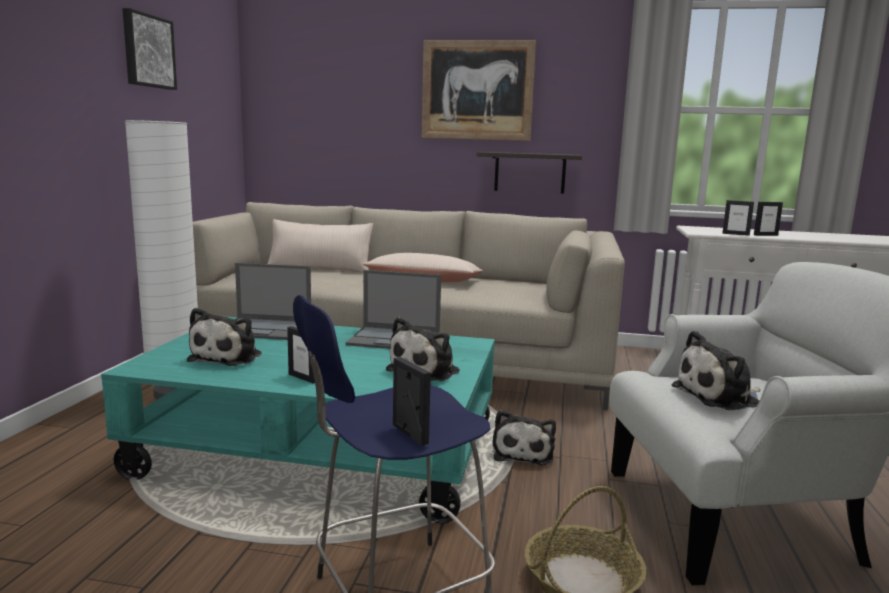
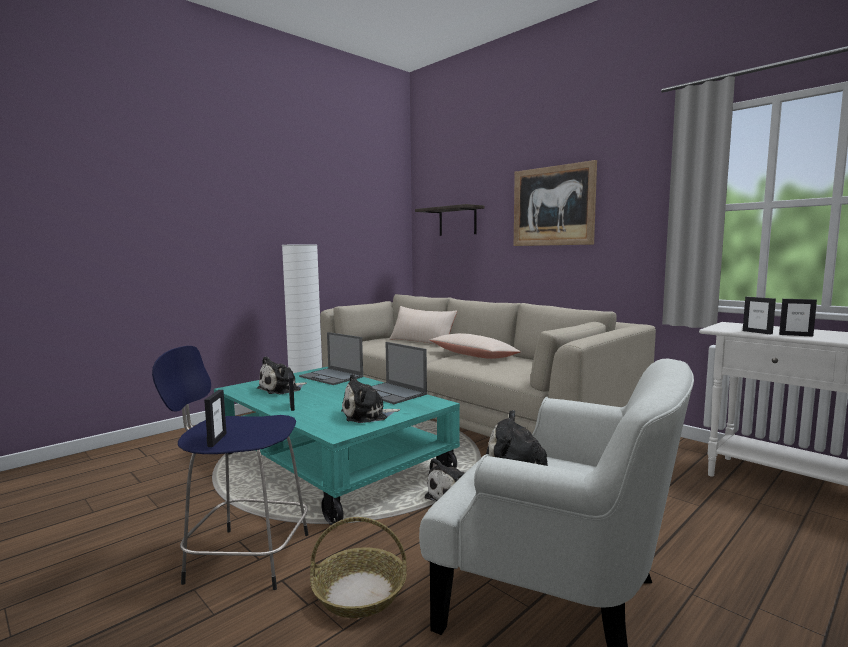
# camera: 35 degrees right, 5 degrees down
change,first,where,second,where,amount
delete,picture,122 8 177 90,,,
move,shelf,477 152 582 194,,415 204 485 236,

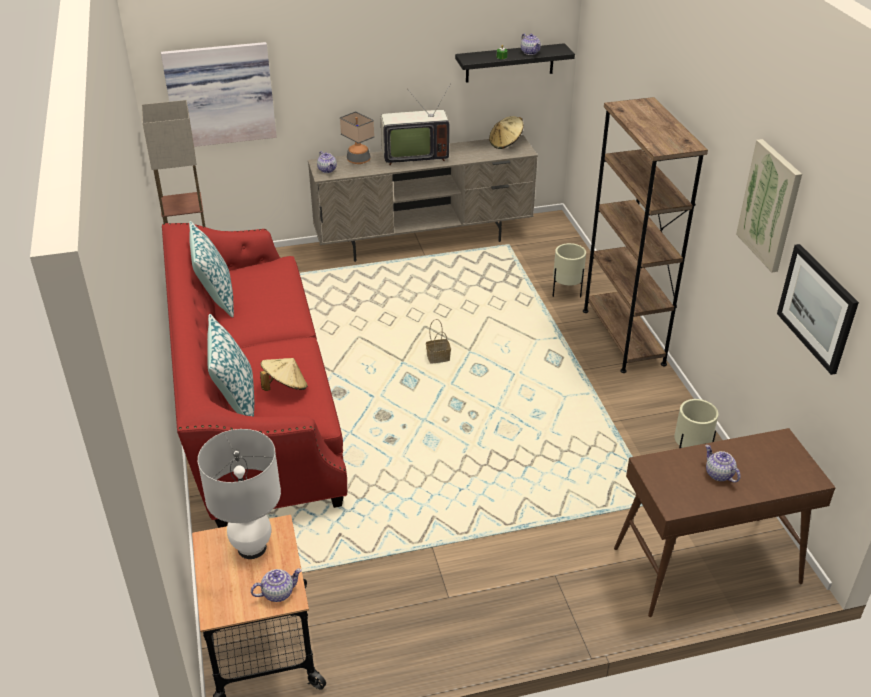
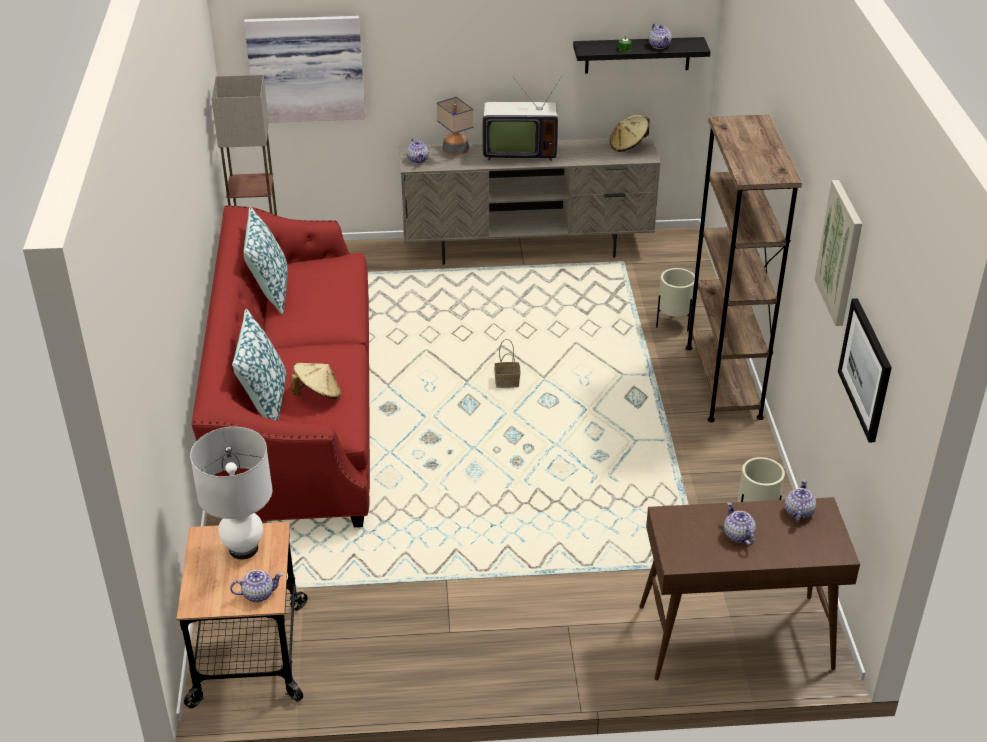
# camera: 10 degrees right, 0 degrees up
change,first,where,second,where,amount
insert,,,teapot,785 480 816 522,

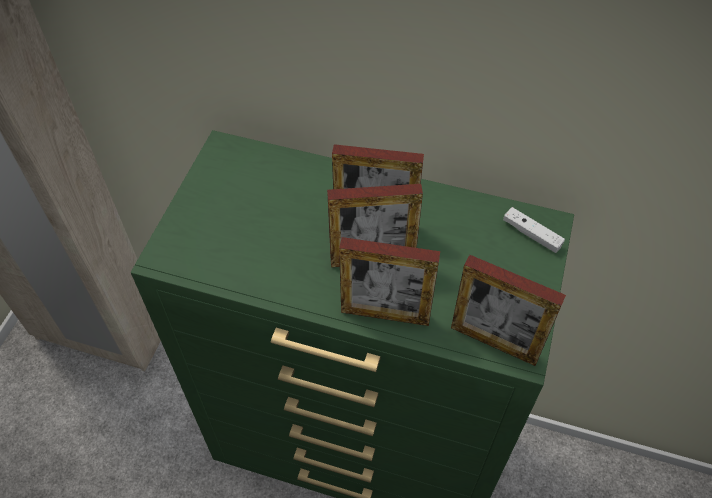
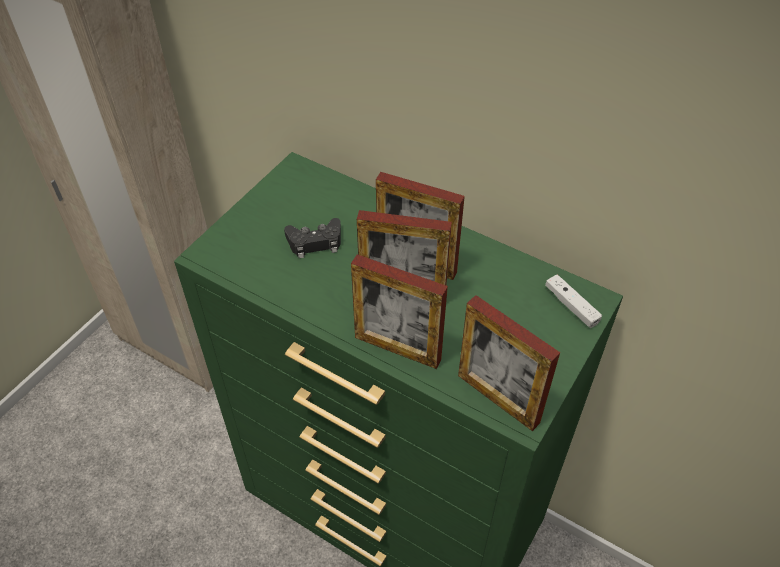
# camera: 15 degrees right, 5 degrees down
change,first,where,second,where,amount
insert,,,black_game_controller,284 218 341 258,

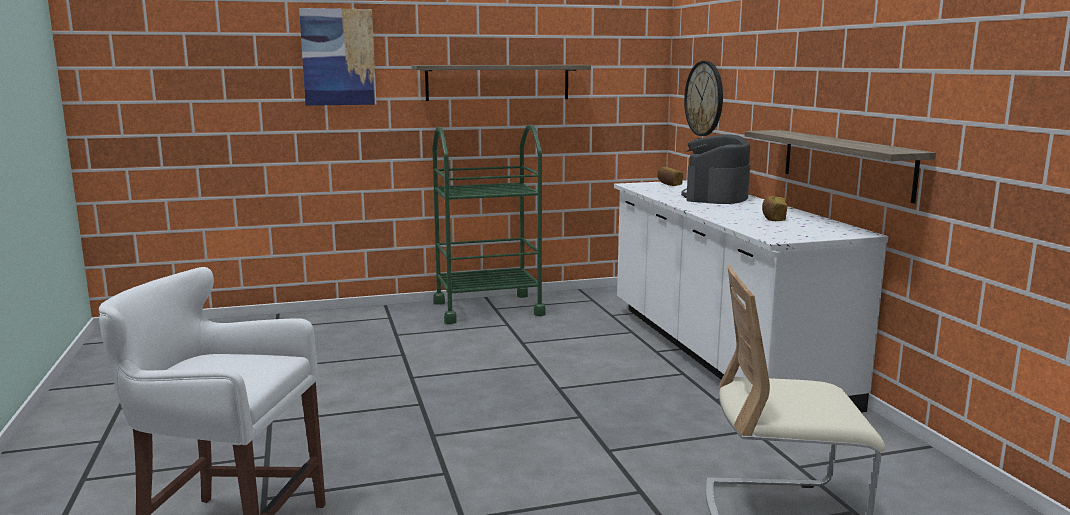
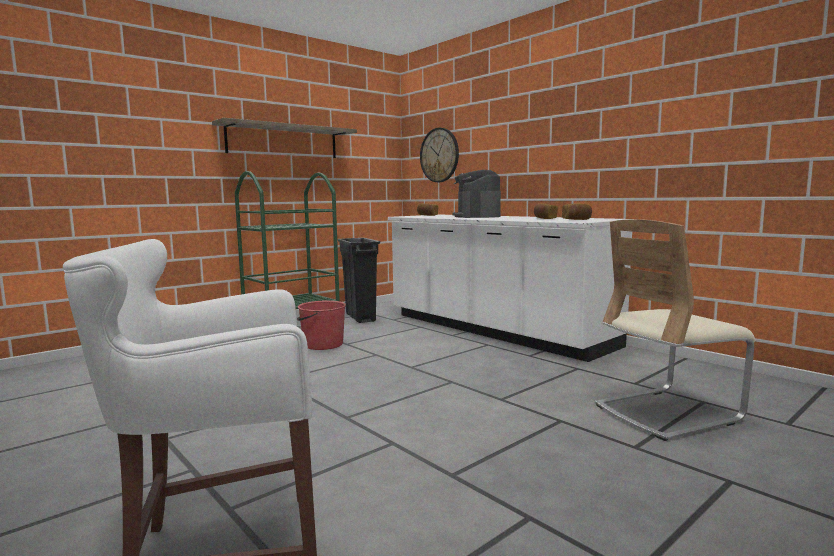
# camera: 25 degrees left, 5 degrees down
change,first,where,second,where,amount
delete,picture,299 8 376 106,,,
delete,shelf,745 130 936 203,,,
insert,,,red_bucket,297 300 346 350,
insert,,,black_trash_can,338 238 380 323,
insert,,,bread,562 204 592 220,

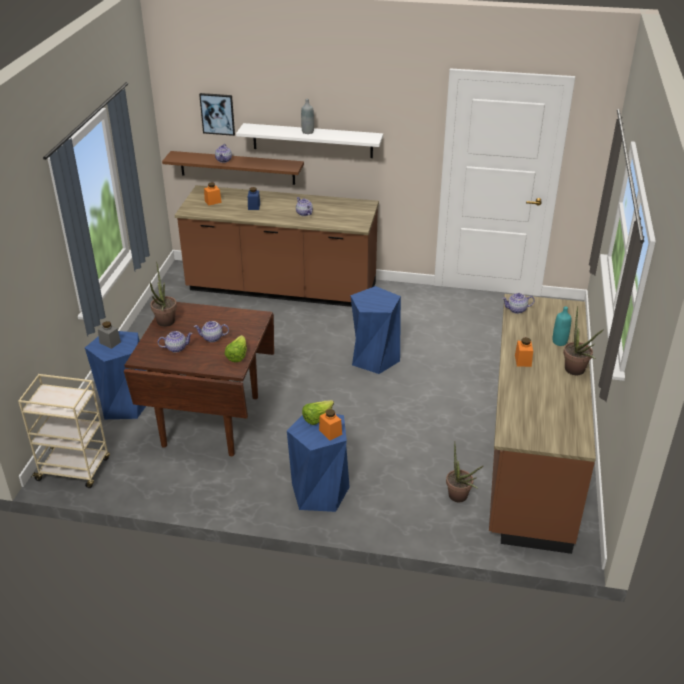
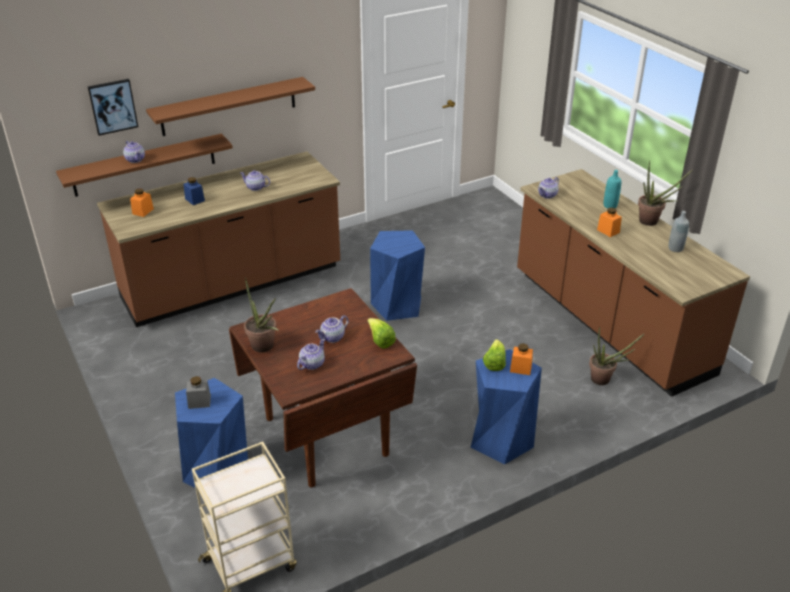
# camera: 40 degrees left, 0 degrees up
change,first,where,second,where,amount
move,grey_bottle,301 99 314 134,,669 211 689 252,
recolor,white_shelf,236 123 383 158,brown_shelf,146 77 315 136,

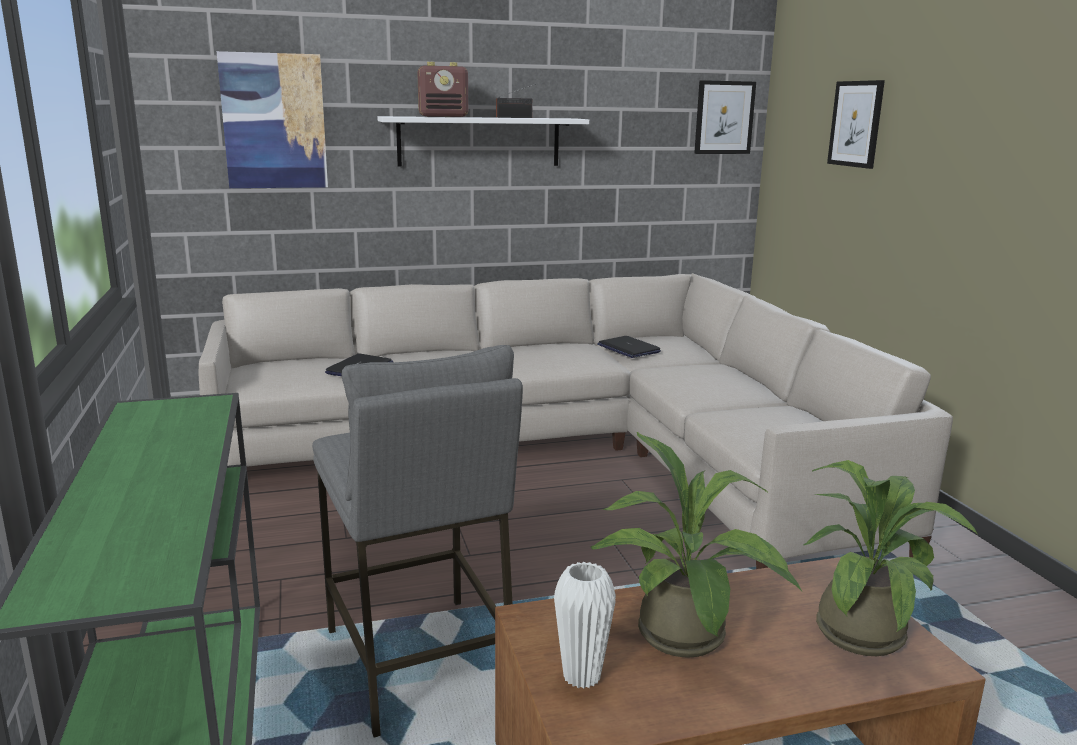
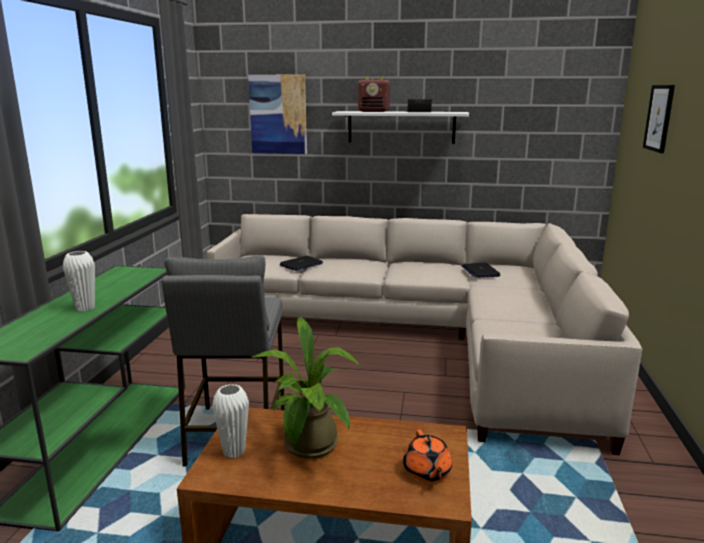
# camera: 25 degrees right, 0 degrees up
change,first,where,second,where,amount
delete,picture,694 80 756 154,,,
insert,,,white_vase,63 251 95 311,
replace,potted_plant,803 460 977 656,orange_teapot,403 430 452 482,

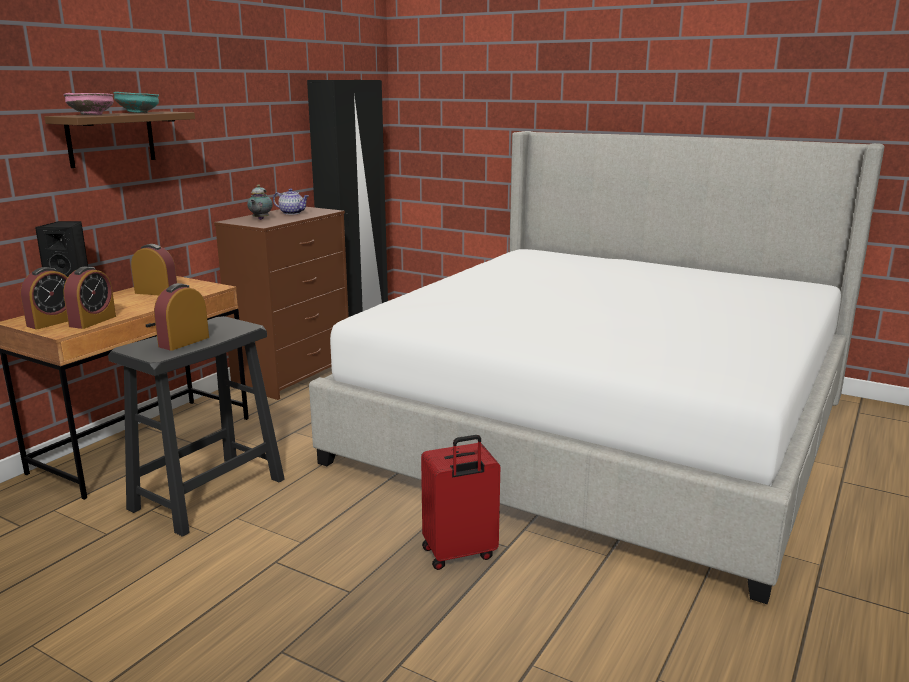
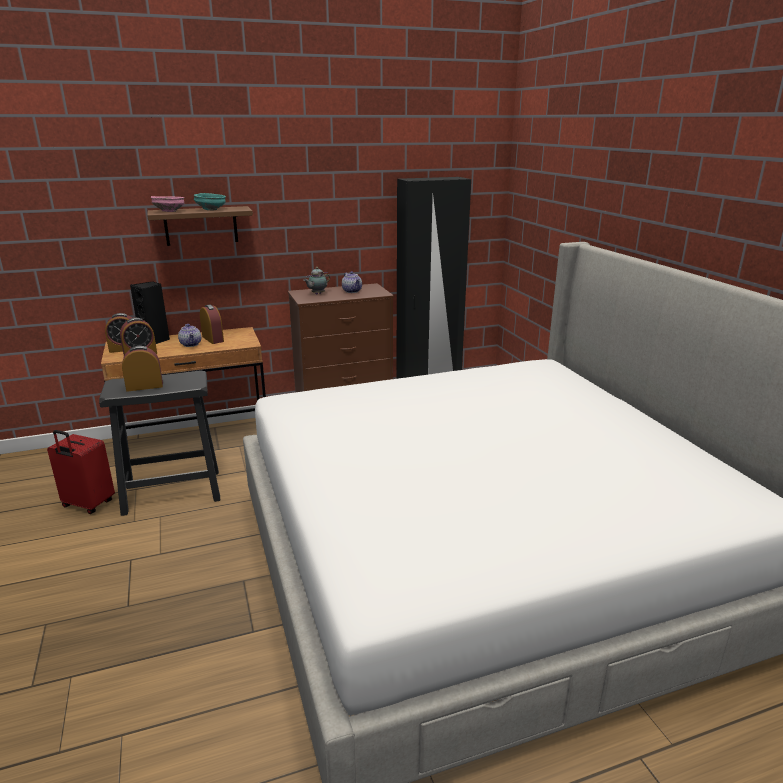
# camera: 40 degrees right, 5 degrees up
change,first,where,second,where,amount
insert,,,teapot,178 324 201 347,
move,red_suitcase,421 435 500 570,,47 430 115 514,

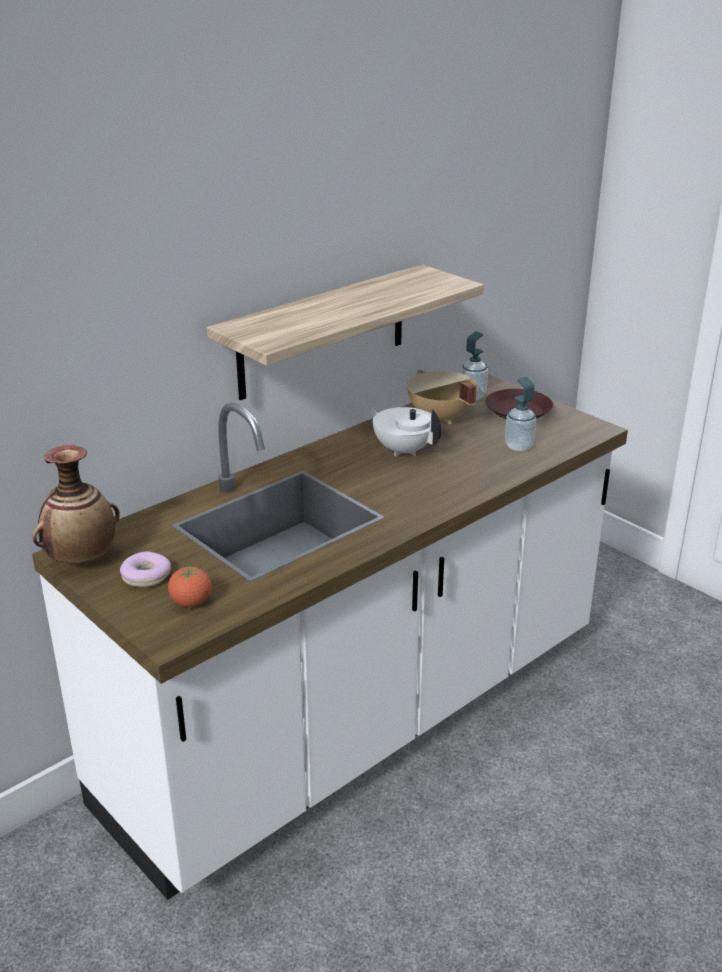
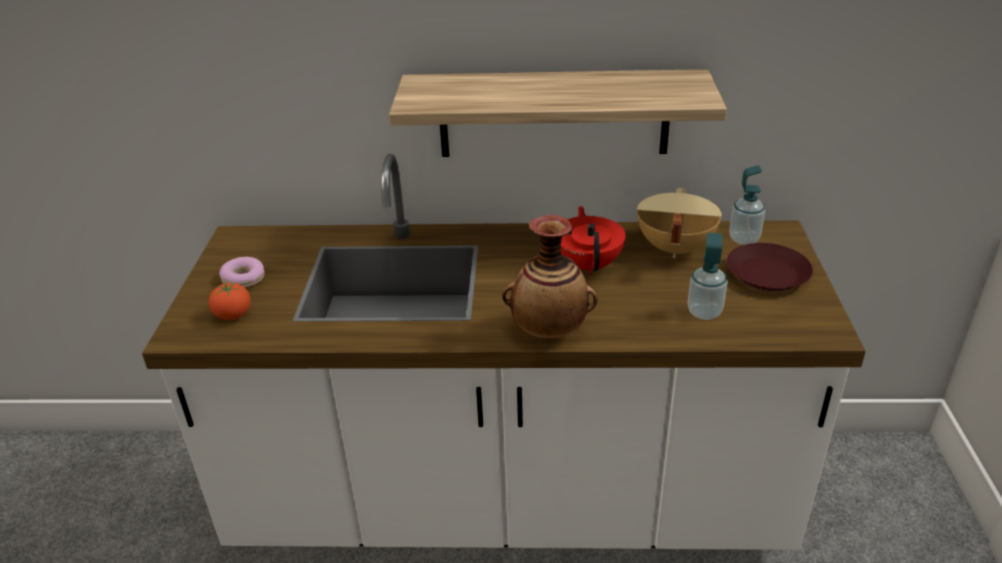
# camera: 45 degrees right, 5 degrees up
change,first,where,second,where,amount
move,vase,33 445 120 563,,502 215 598 339,
recolor,white_teapot,367 406 441 456,red_teapot,561 206 625 275,

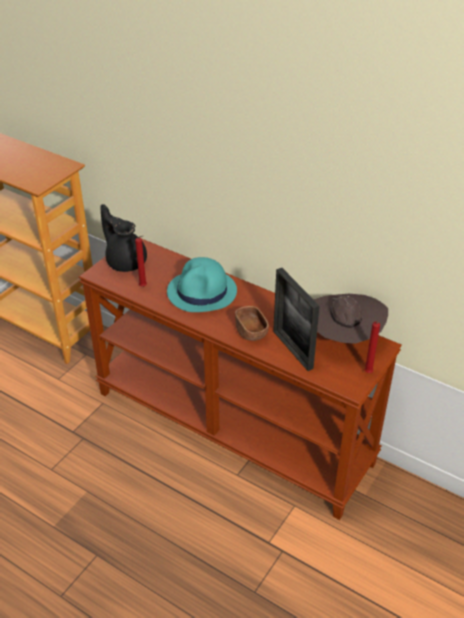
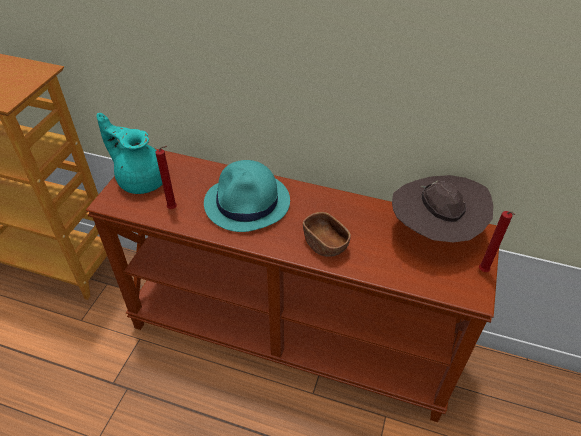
# camera: 15 degrees left, 5 degrees up
change,first,where,second,where,amount
delete,picture_frame,273 268 320 371,,,
recolor,black_teapot,100 204 147 272,turquoise_teapot,96 113 162 194,

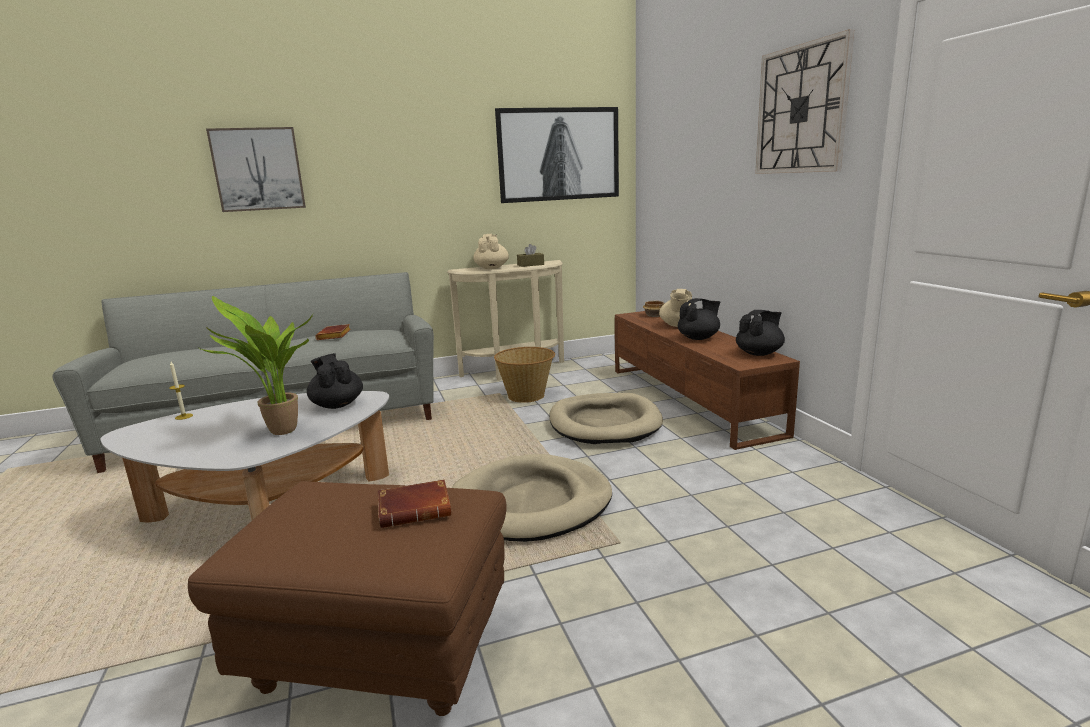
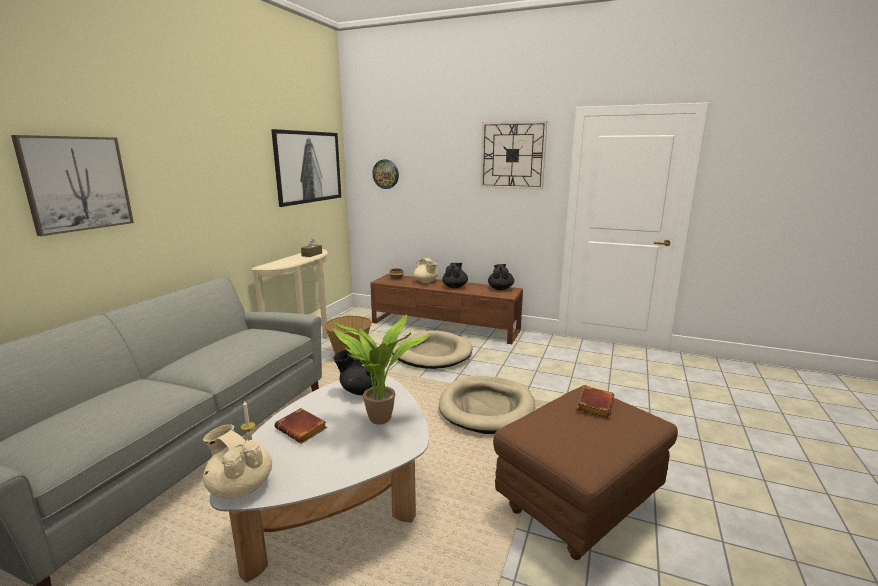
# camera: 50 degrees left, 0 degrees up
change,first,where,second,where,amount
insert,,,wall_clock,372 160 399 189,
move,brown_book,315 324 351 340,,275 408 327 444,
move,beige_teapot,473 234 509 269,,203 424 272 499,

